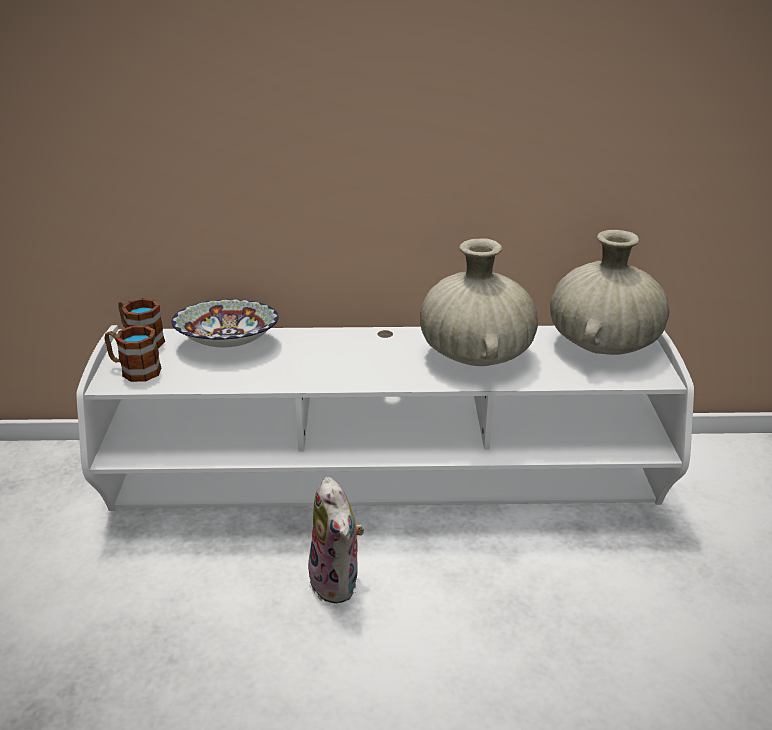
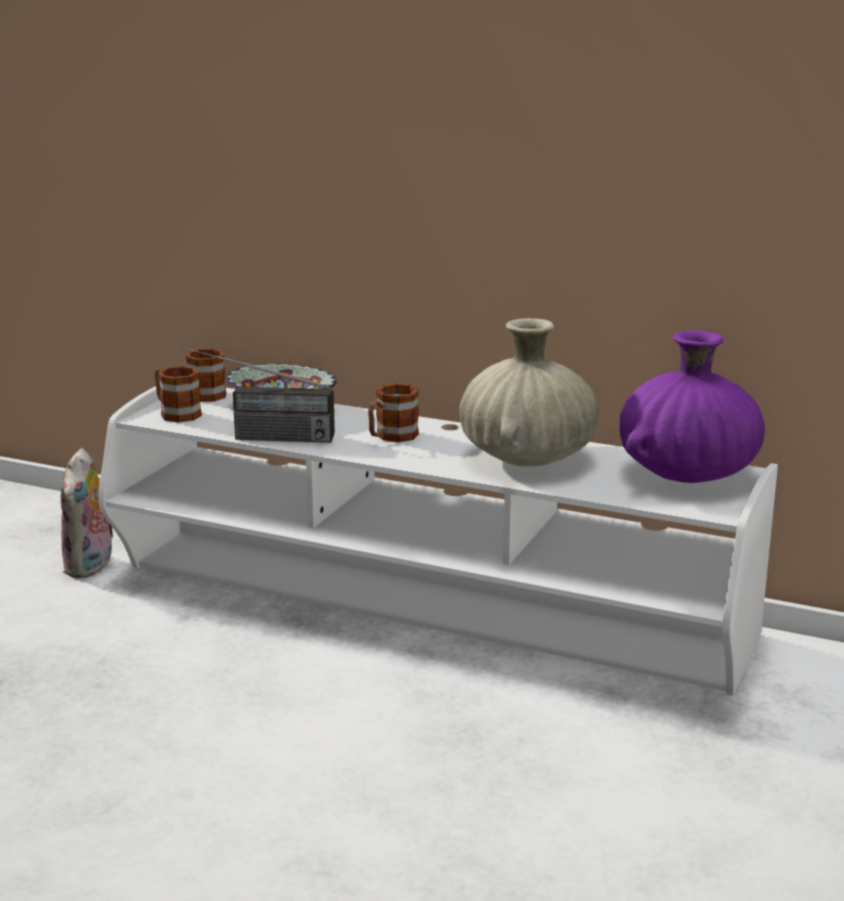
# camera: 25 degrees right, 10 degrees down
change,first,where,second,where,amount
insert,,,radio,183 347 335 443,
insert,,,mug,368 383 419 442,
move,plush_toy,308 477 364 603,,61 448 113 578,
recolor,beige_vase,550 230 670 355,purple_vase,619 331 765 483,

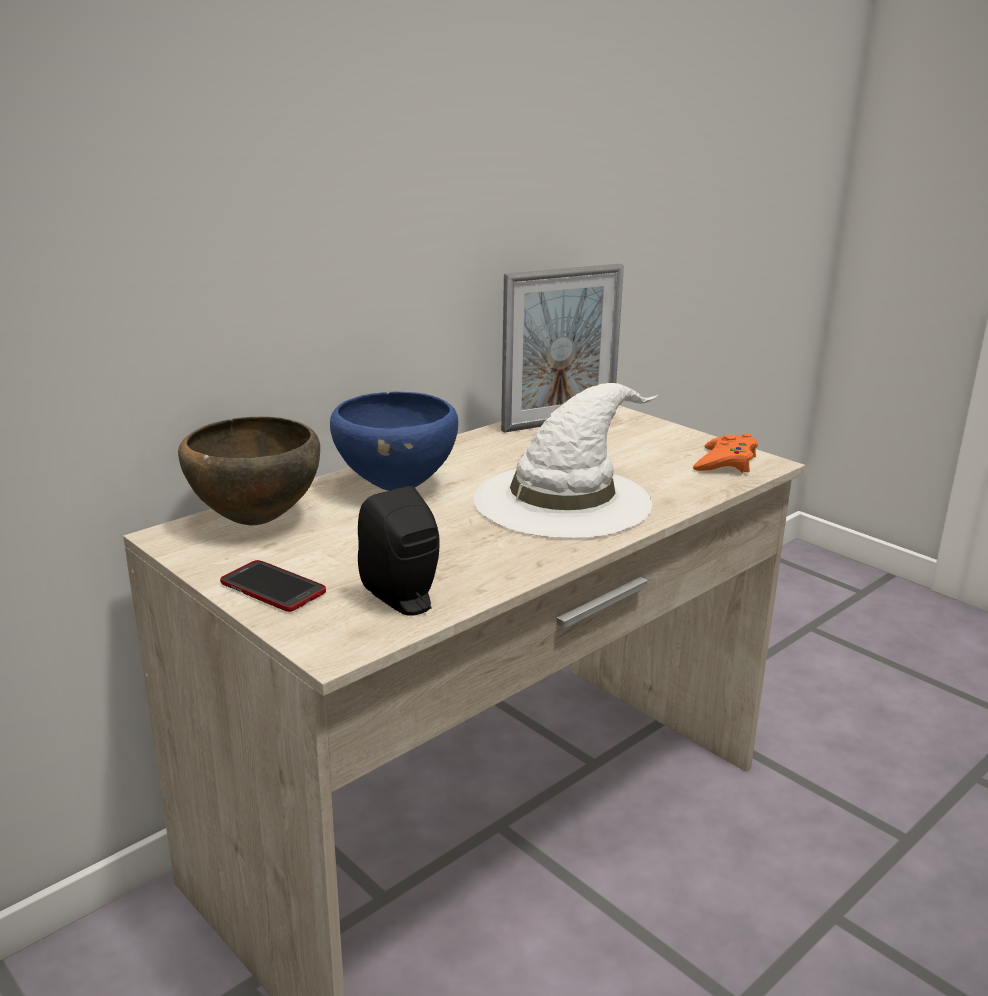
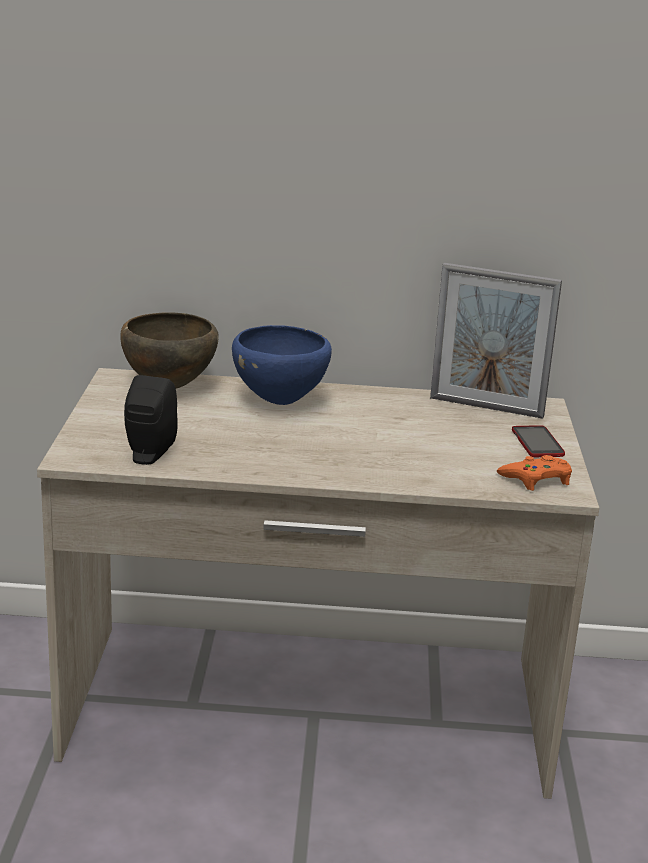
# camera: 45 degrees right, 0 degrees up
change,first,where,second,where,amount
delete,white_hat,473 383 657 538,,,
move,phone,220 560 326 612,,512 425 565 457,

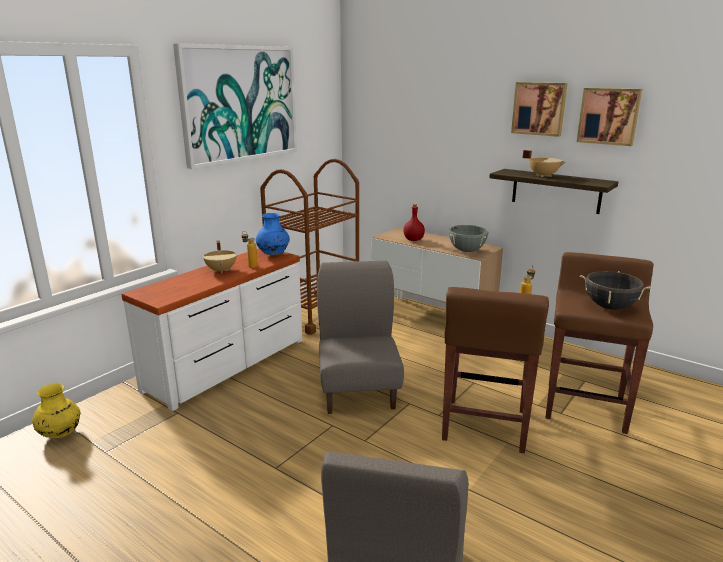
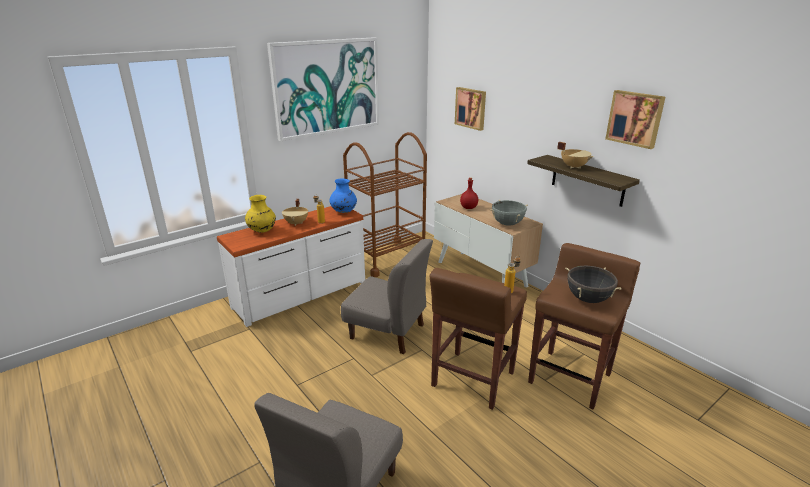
# camera: 15 degrees right, 5 degrees up
change,first,where,second,where,amount
move,yellow_vase,32 383 80 438,,245 195 276 233,
move,picture,511 82 568 137,,455 87 486 131,
rotate,grey_chair,317 261 404 414,,341 239 433 354,105 degrees clockwise

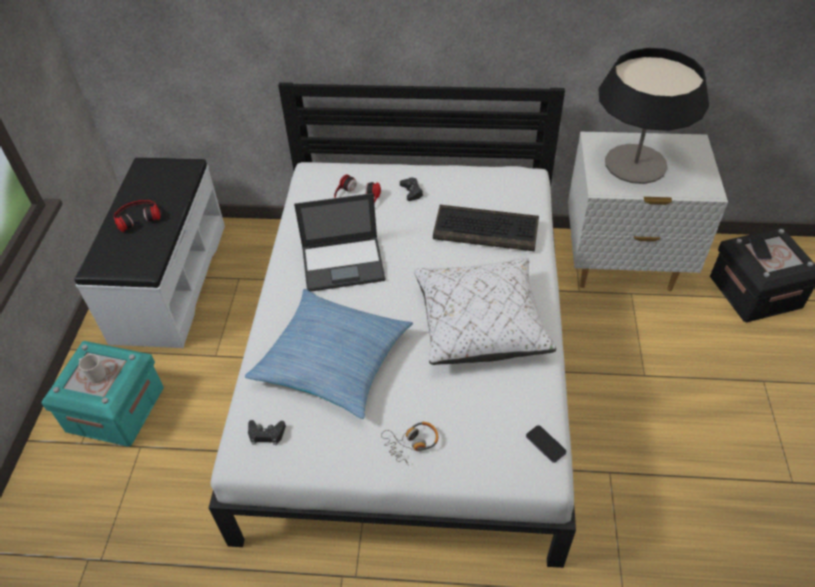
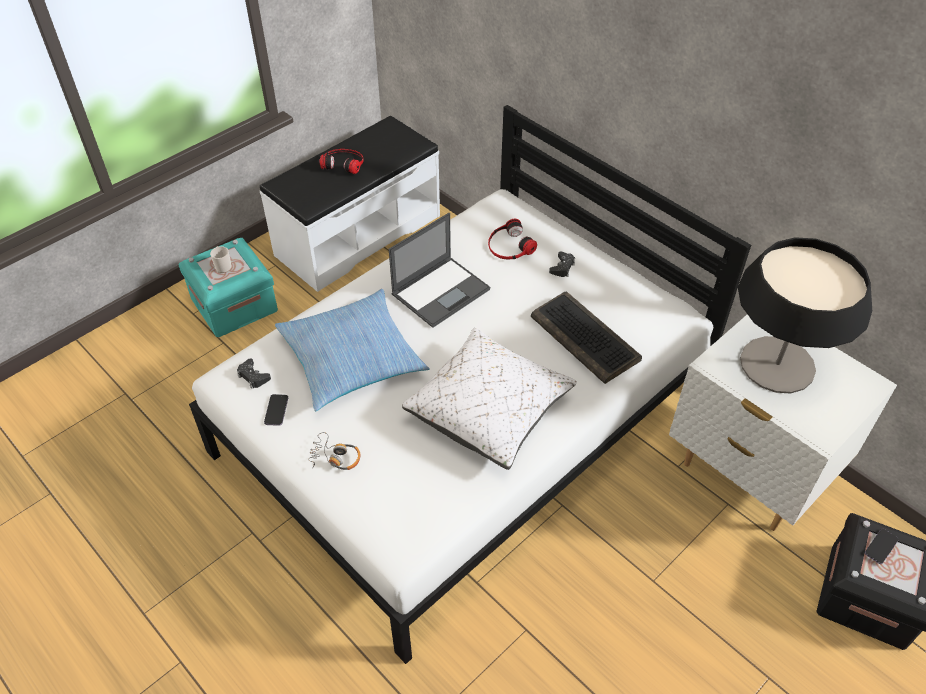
# camera: 40 degrees right, 0 degrees up
change,first,where,second,where,amount
move,phone,526 425 567 463,,264 394 288 426,
rotate,laptop,294 193 386 292,,389 213 490 328,75 degrees counterclockwise

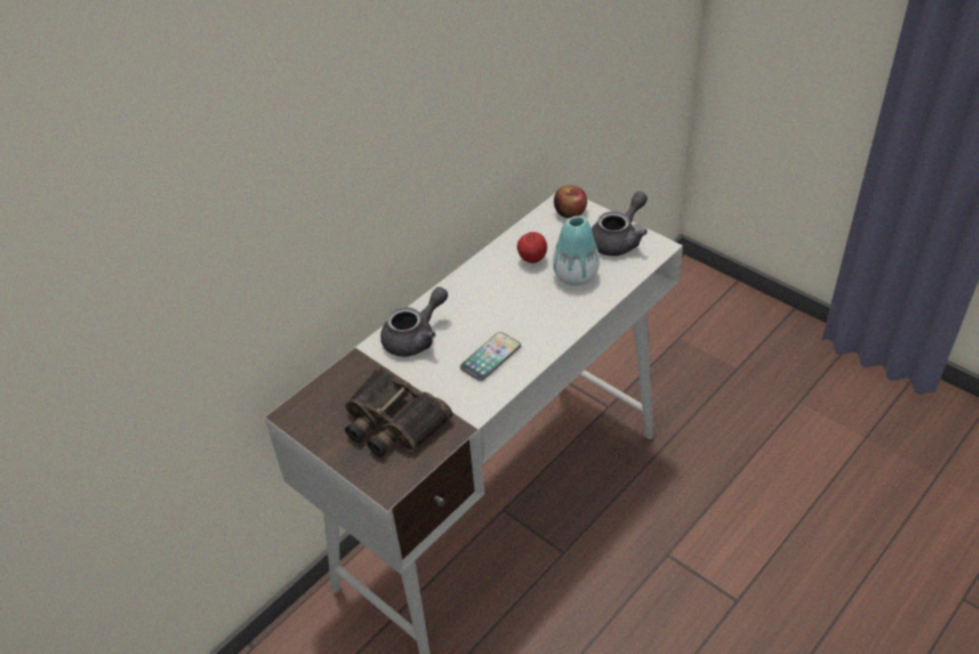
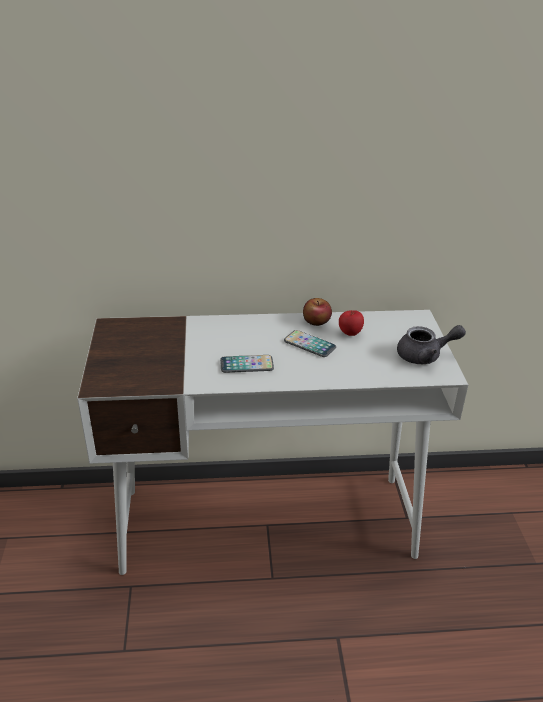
# camera: 40 degrees right, 10 degrees down
change,first,where,second,where,amount
delete,binoculars,345 366 453 457,,,
delete,grey_teapot,381 287 448 357,,,
delete,vase,553 216 600 286,,,
insert,,,phone,284 330 336 357,
move,apple,554 185 587 218,,303 298 332 326,

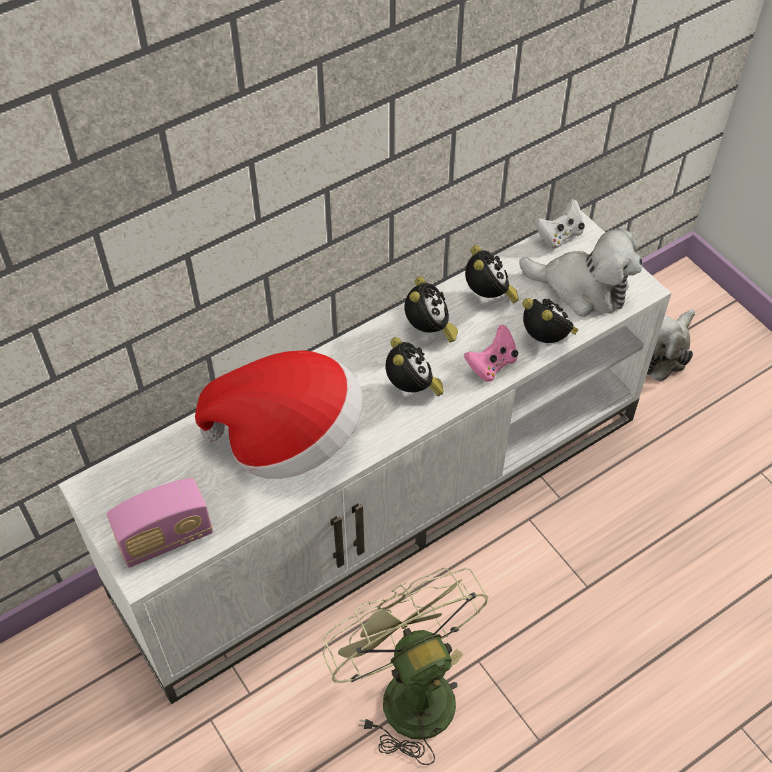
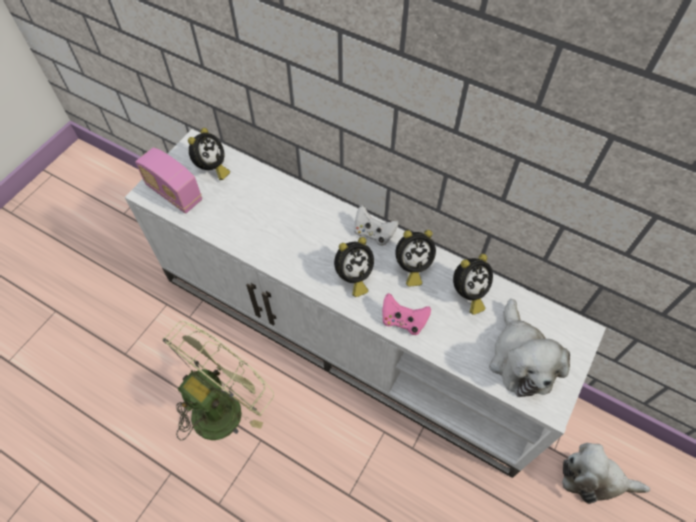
# camera: 65 degrees right, 5 degrees up
change,first,where,second,where,amount
delete,hat,195 350 362 479,,,
move,alarm_clock,523 298 579 343,,188 128 230 180,
move,white_game_controller,534 199 585 249,,354 205 399 246,

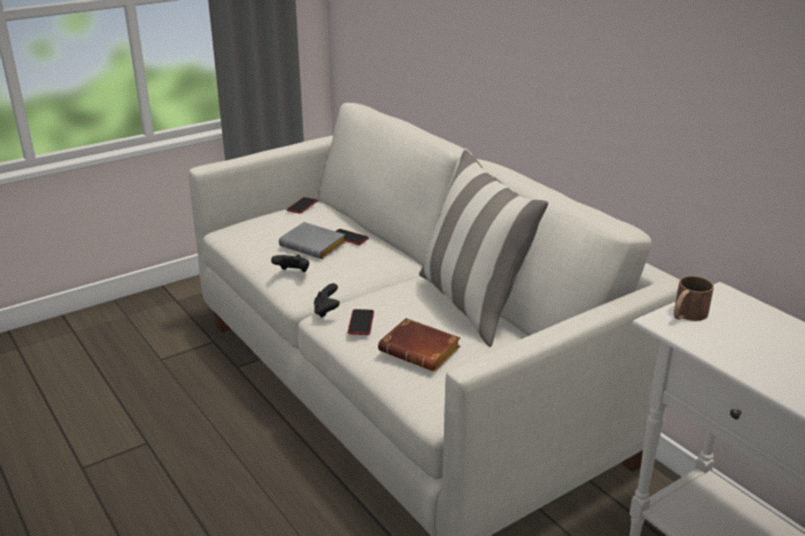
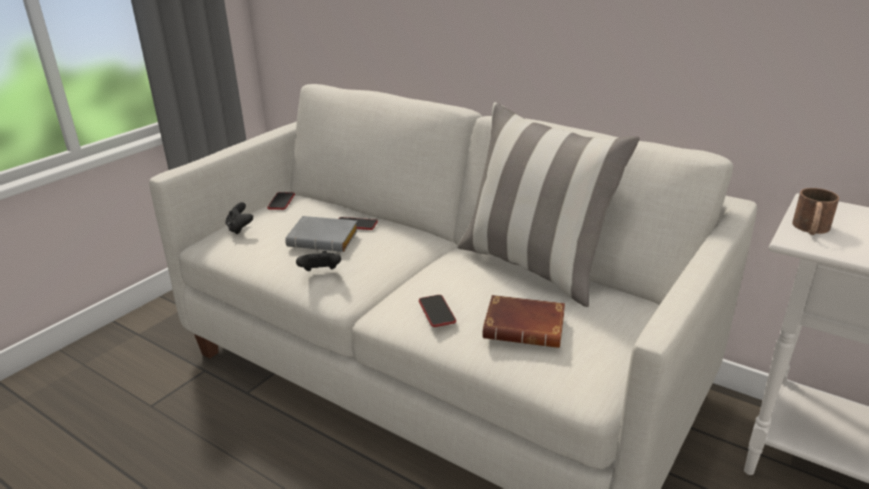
# camera: 20 degrees left, 0 degrees up
change,first,where,second,where,amount
move,black_game_controller,314 283 340 318,,225 202 253 235,

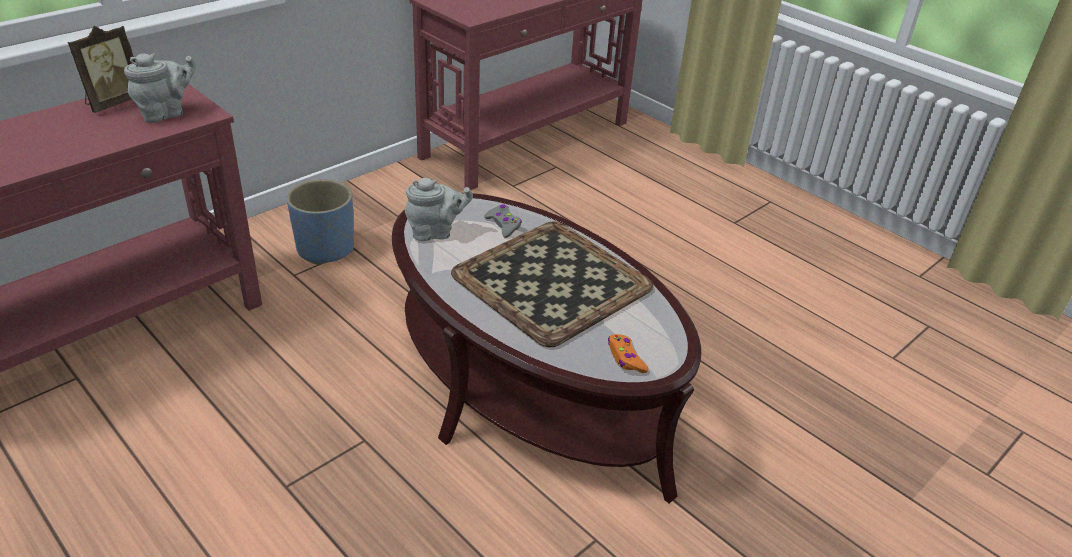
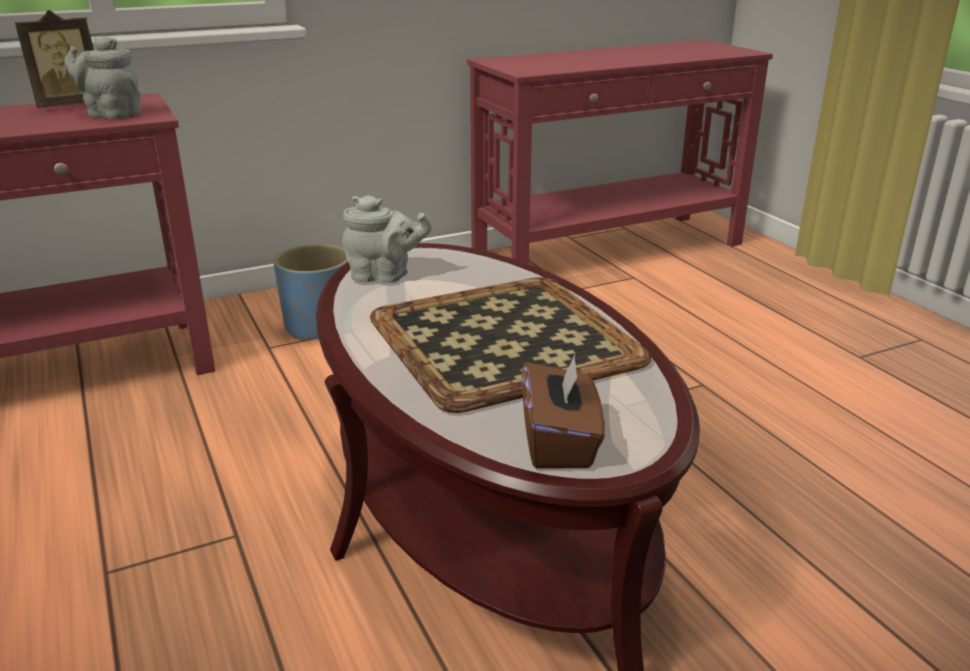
# camera: 20 degrees right, 10 degrees down
change,first,where,second,where,amount
delete,grey_game_controller,484 204 522 238,,,
replace,orange_game_controller,608 334 649 373,brown_tissue_box,522 355 605 469,
rotate,grey_teapot,124 53 196 123,,64 36 141 120,135 degrees counterclockwise

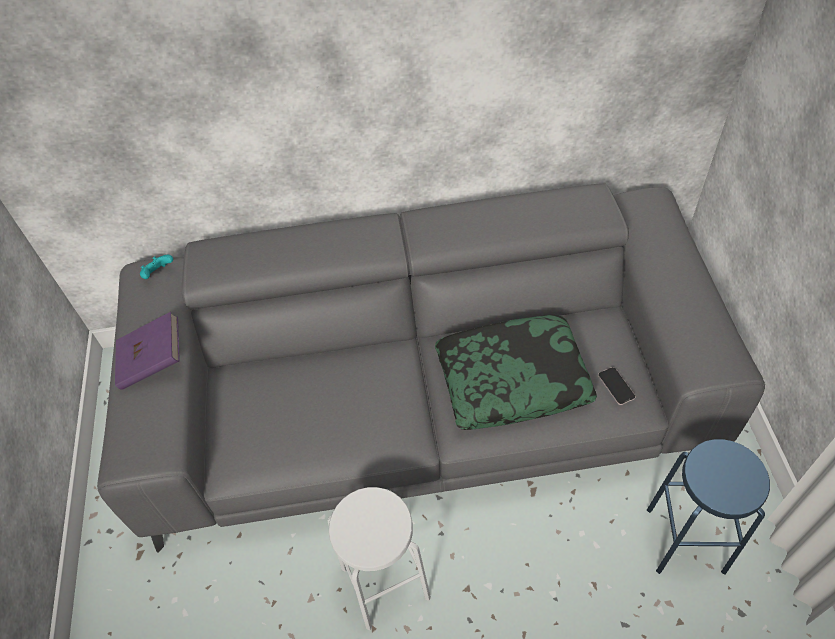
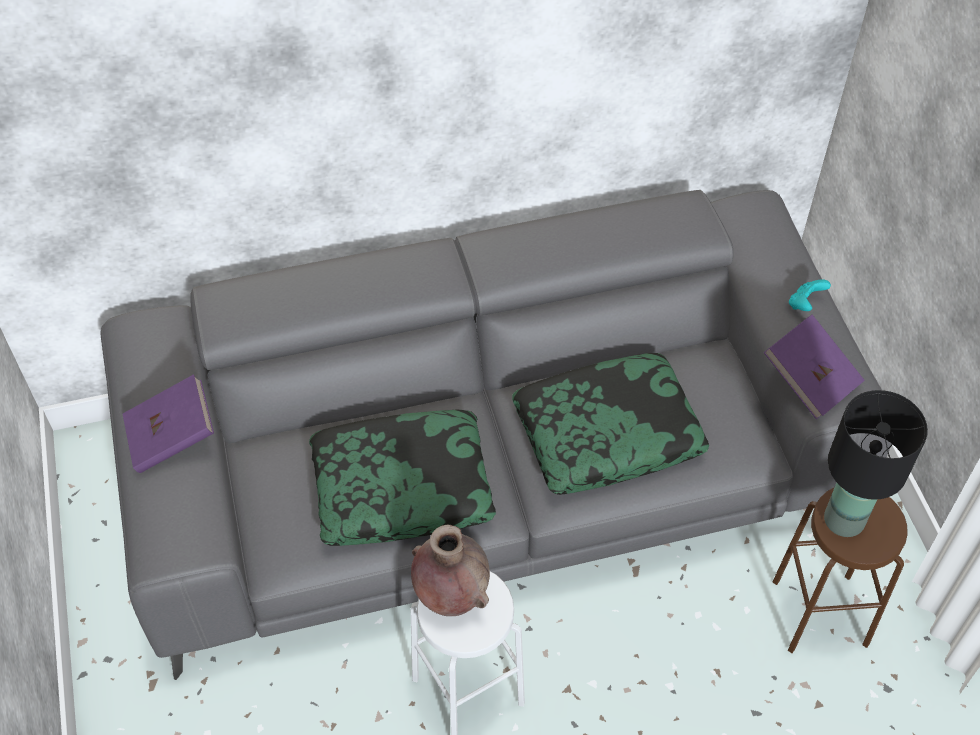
# camera: 10 degrees left, 0 degrees up
change,first,where,second,where,amount
delete,phone,598 367 636 405,,,
insert,,,pillow,309 410 496 546,
insert,,,brown_vase,411 525 490 616,
insert,,,purple_book,764 315 865 419,
insert,,,black_table_lamp,824 390 928 537,
move,turquoise_game_controller,140 255 173 279,,789 279 831 311,
recolor,blue_stool,647 439 770 575,brown_stool,773 488 908 653,

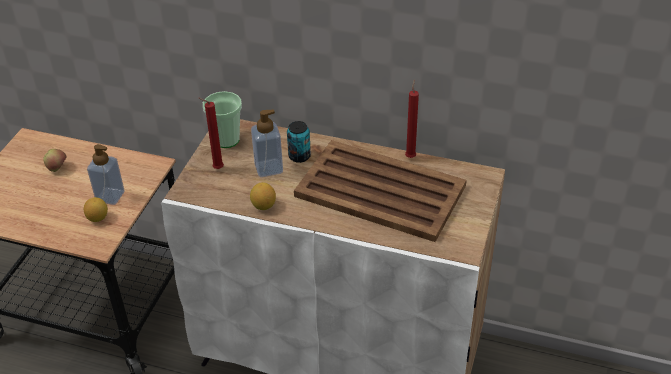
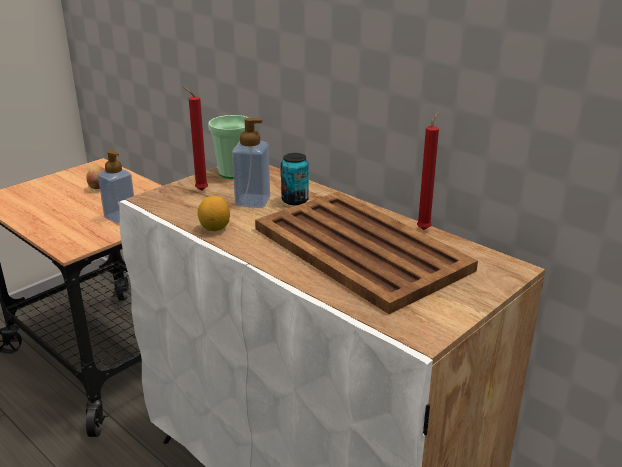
# camera: 25 degrees right, 15 degrees down
change,first,where,second,where,amount
delete,lemon,84 197 108 222,,,

